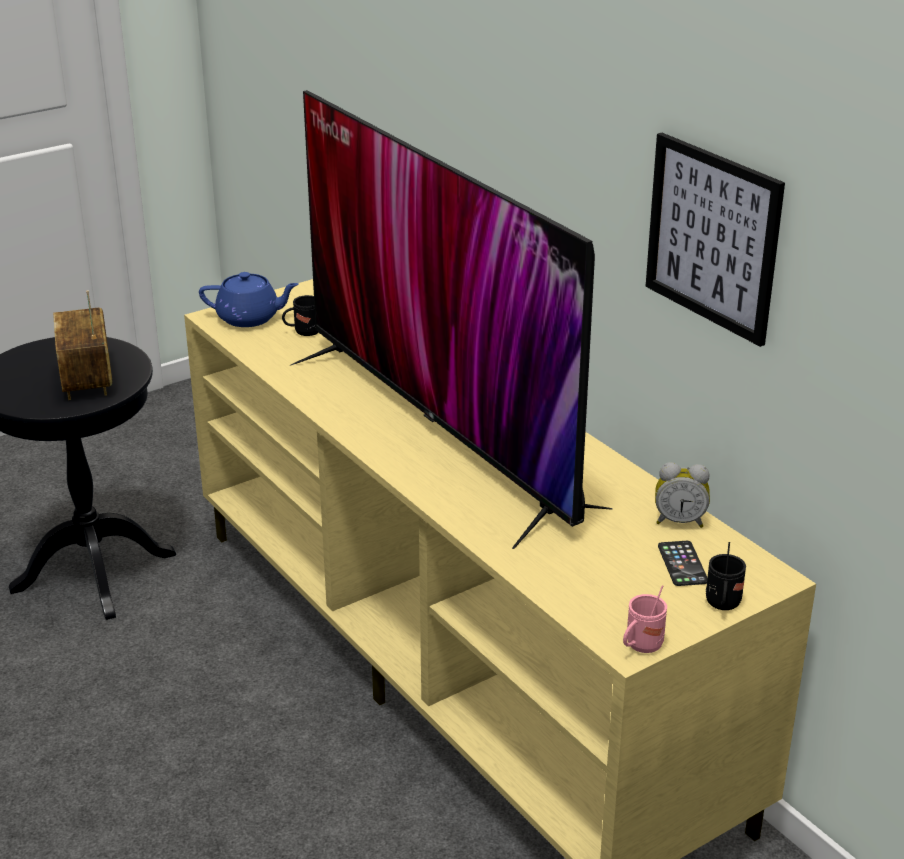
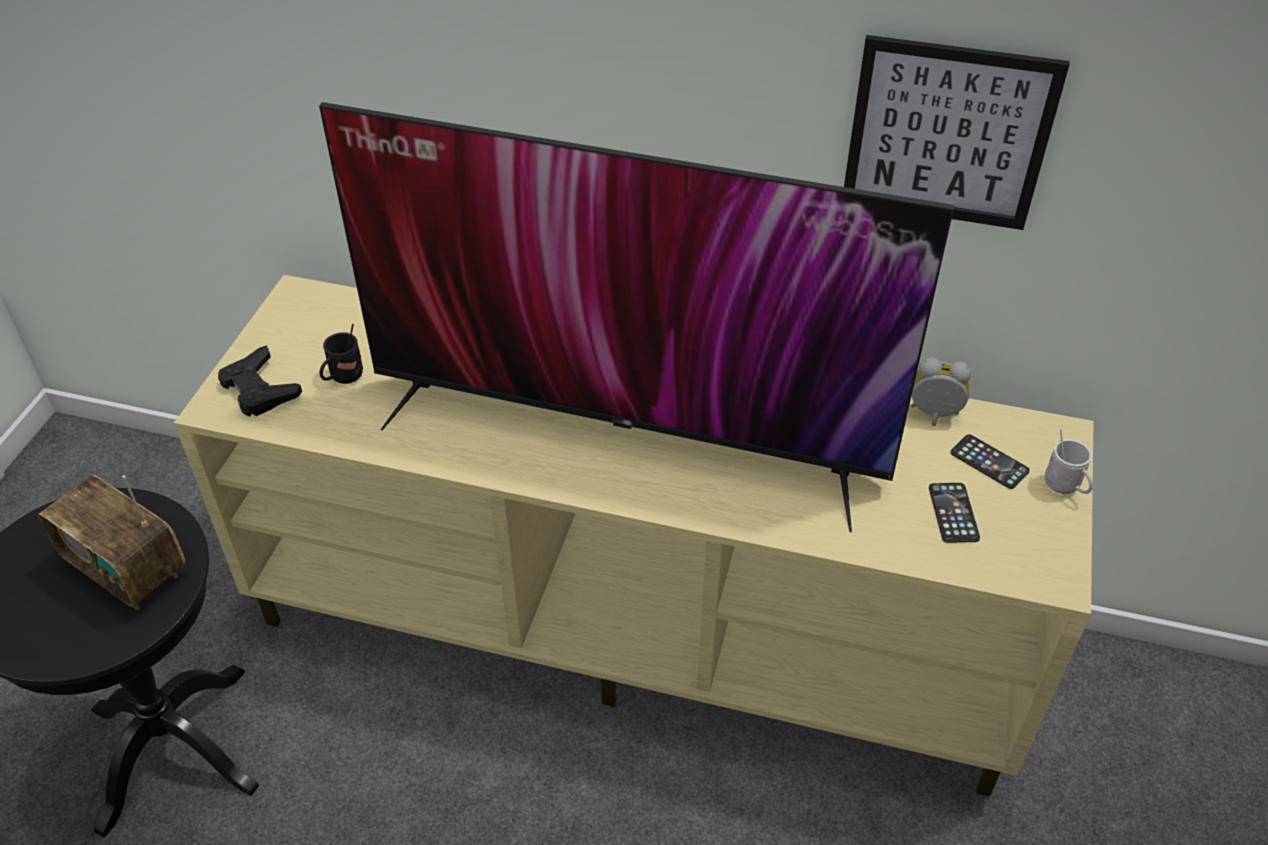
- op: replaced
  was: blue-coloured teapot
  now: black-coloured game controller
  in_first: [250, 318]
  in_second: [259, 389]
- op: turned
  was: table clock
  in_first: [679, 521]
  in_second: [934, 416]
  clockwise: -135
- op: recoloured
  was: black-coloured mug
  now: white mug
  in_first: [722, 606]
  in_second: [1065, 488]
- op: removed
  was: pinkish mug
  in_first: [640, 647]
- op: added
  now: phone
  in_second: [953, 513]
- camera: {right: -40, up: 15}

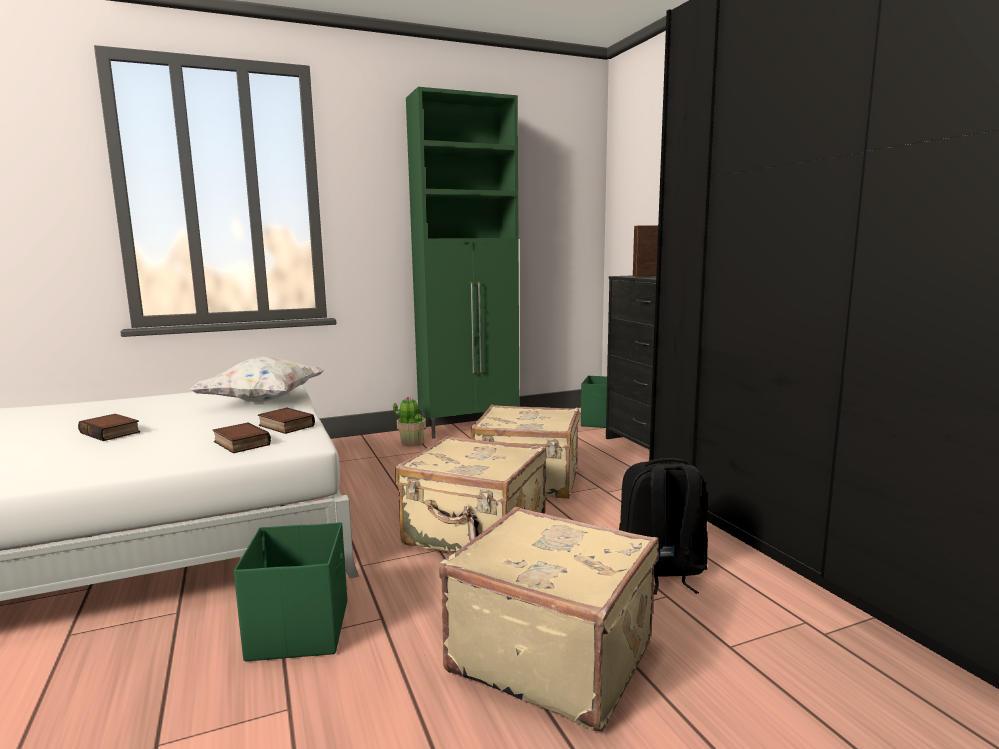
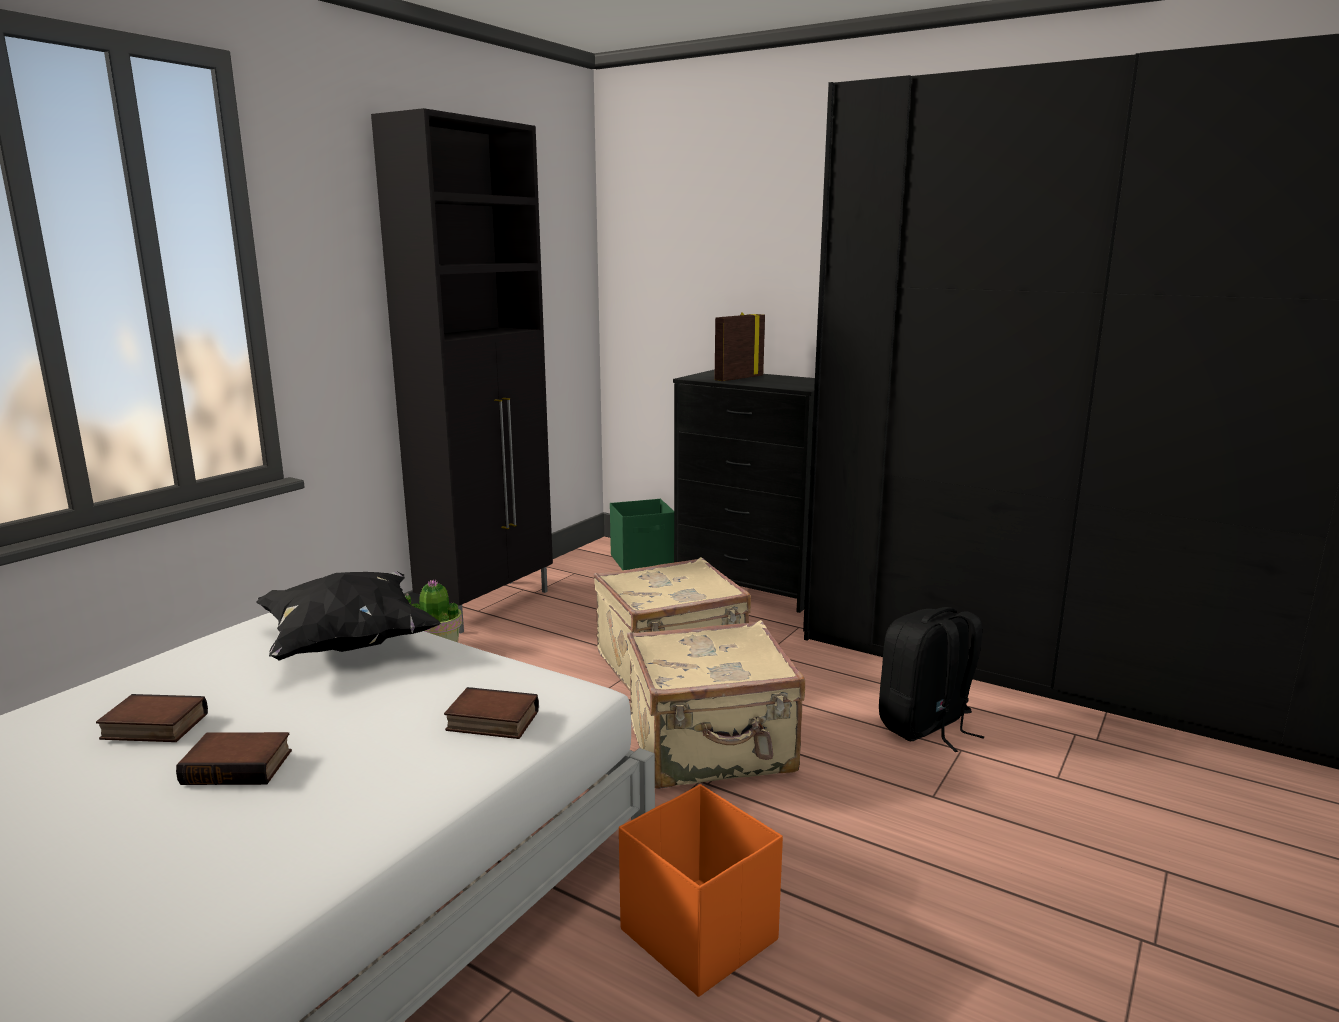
- op: recoloured
  was: greenish cabinet
  now: black-coloured cabinet
  in_first: [470, 428]
  in_second: [489, 605]
- op: recoloured
  was: white cushion
  now: black-coloured cushion
  in_first: [263, 401]
  in_second: [347, 644]
- op: moved
  was: bound book
  in_first: [284, 426]
  in_second: [152, 727]
- op: removed
  was: beige piece of luggage
  in_first: [552, 655]
- op: recoloured
  was: greenish storage box
  now: orange storage box
  in_first: [300, 629]
  in_second: [698, 934]
- camera: {right: -35, up: 5}

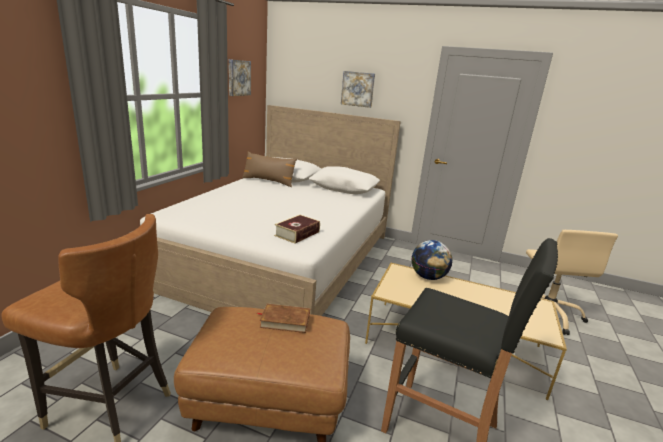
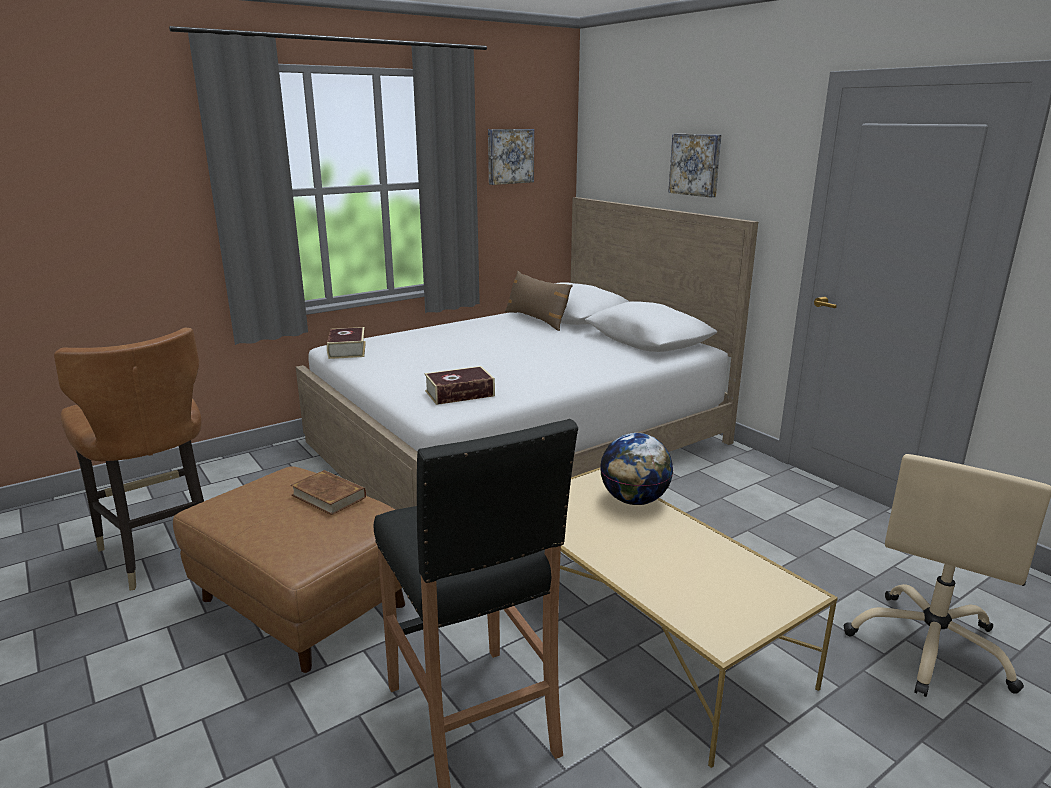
- op: added
  now: bound book
  in_second: [347, 350]
- camera: {right: 35, up: 0}

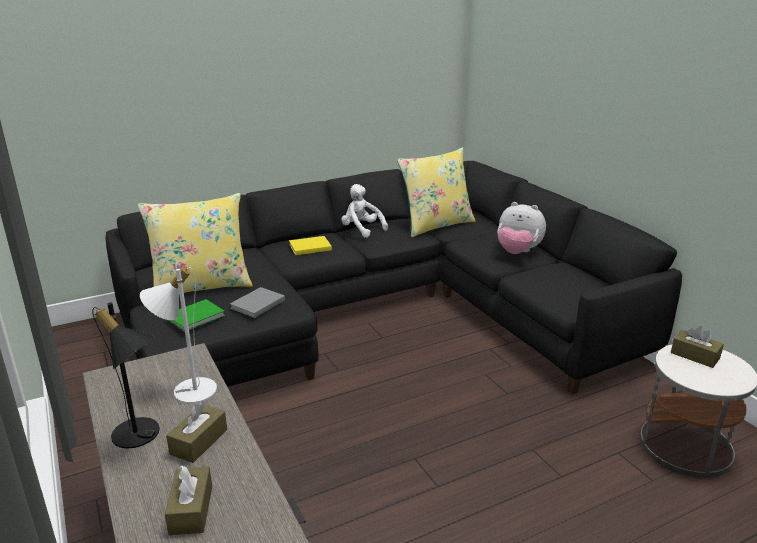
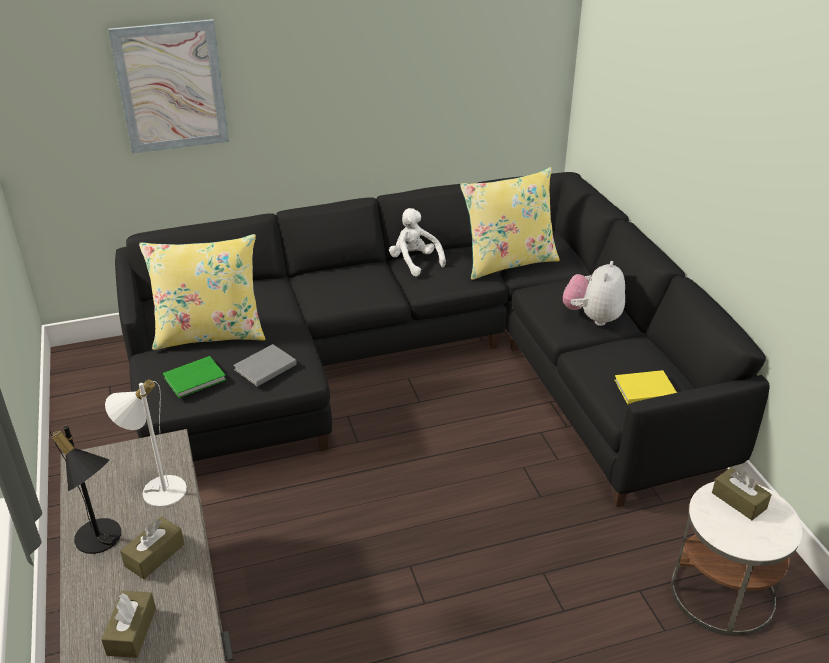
- op: turned
  was: soft toy
  in_first: [517, 252]
  in_second: [592, 317]
  clockwise: 75
- op: moved
  was: yellow-coloured bound book
  in_first: [309, 247]
  in_second: [643, 389]
- op: added
  now: wall picture
  in_second: [171, 87]
- camera: {right: 10, up: 10}

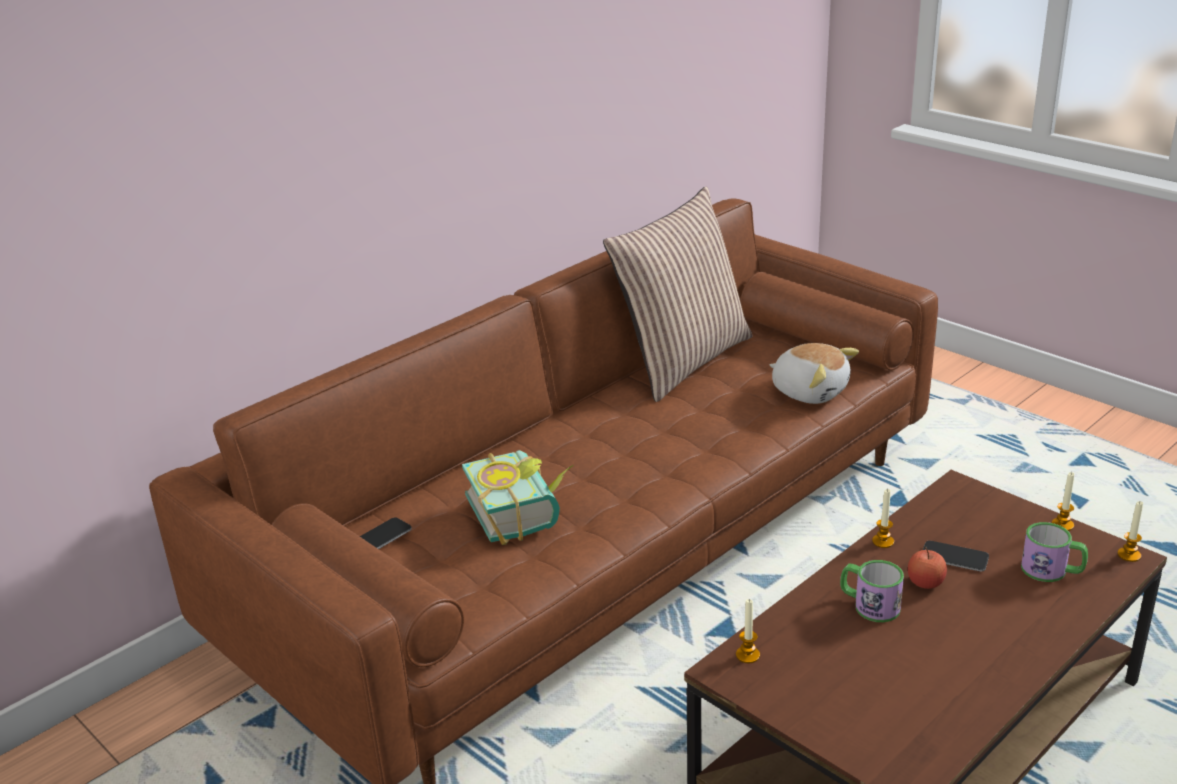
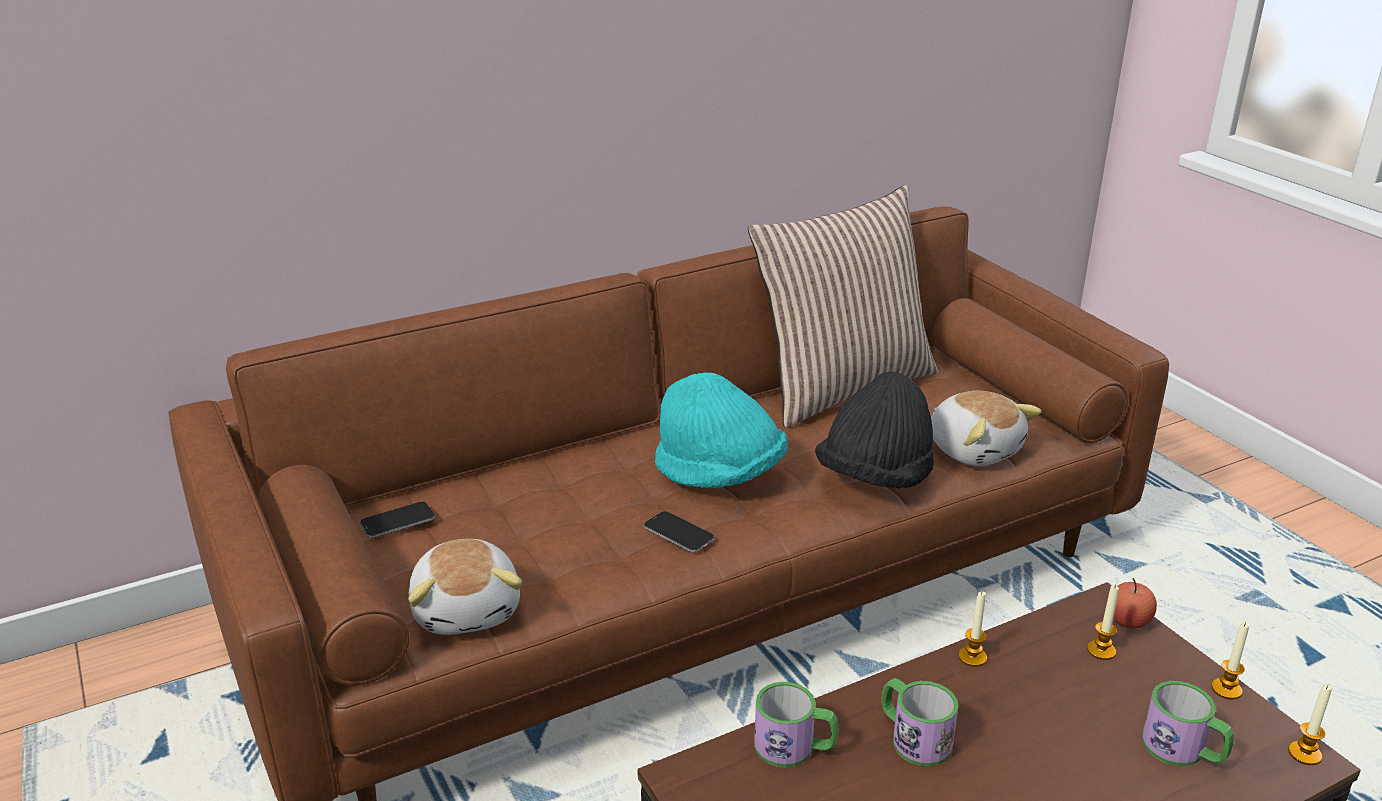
- op: removed
  was: bound book
  in_first: [522, 512]
- op: moved
  was: phone
  in_first: [954, 557]
  in_second: [678, 533]
- op: moved
  was: apple fruit
  in_first: [925, 583]
  in_second: [1128, 621]
- op: moved
  was: wax light
  in_first: [747, 655]
  in_second: [1101, 650]
- op: added
  now: blue-green hat
  in_second: [720, 474]
- op: added
  now: black-coloured hat
  in_second: [875, 477]
- op: added
  now: soft toy
  in_second: [468, 609]
- op: added
  now: mug
  in_second: [795, 747]
- camera: {right: 15, up: 0}

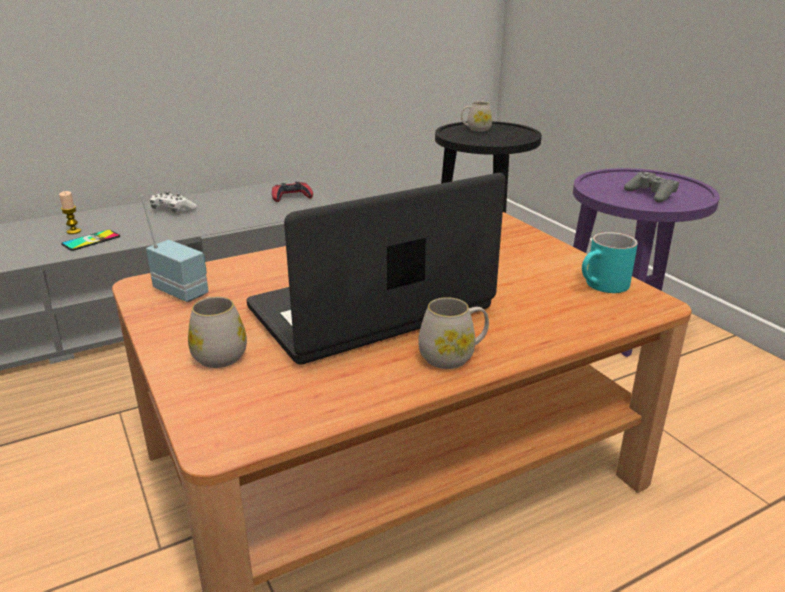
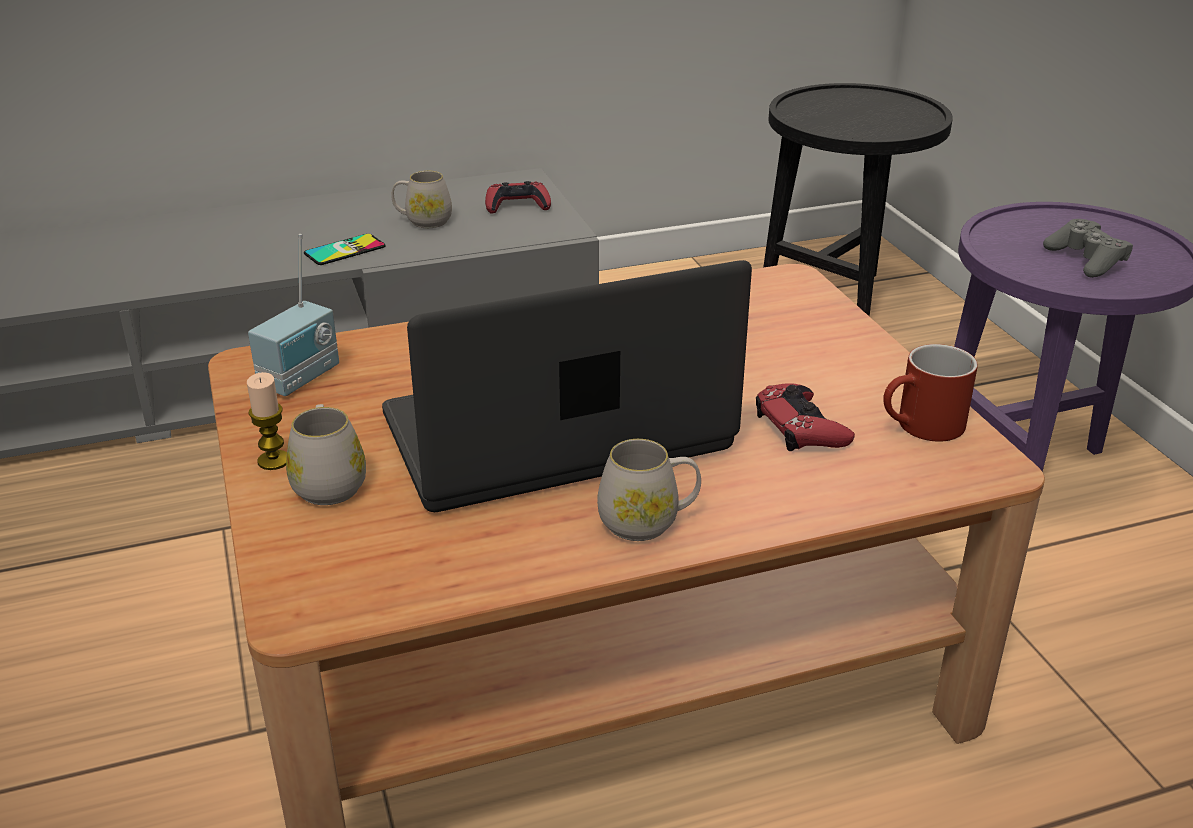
- op: moved
  was: white mug
  in_first: [475, 129]
  in_second: [423, 221]
- op: moved
  was: wax light
  in_first: [74, 231]
  in_second: [274, 461]
- op: removed
  was: white game controller
  in_first: [173, 210]
- op: turned
  was: radio set
  in_first: [182, 291]
  in_second: [302, 378]
  clockwise: 75
- op: moved
  was: phone
  in_first: [91, 240]
  in_second: [345, 250]
- op: recoloured
  was: blue-green mug
  now: reddish mug
  in_first: [602, 286]
  in_second: [921, 428]
- op: added
  now: reddish game controller
  in_second: [800, 427]
- camera: {right: 10, up: 5}

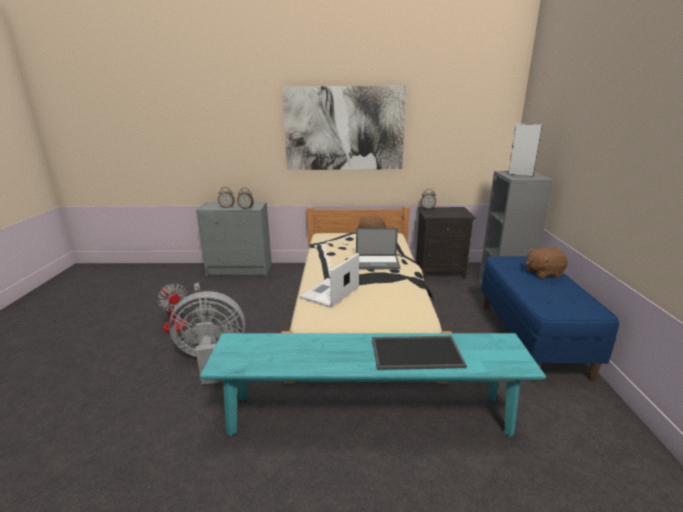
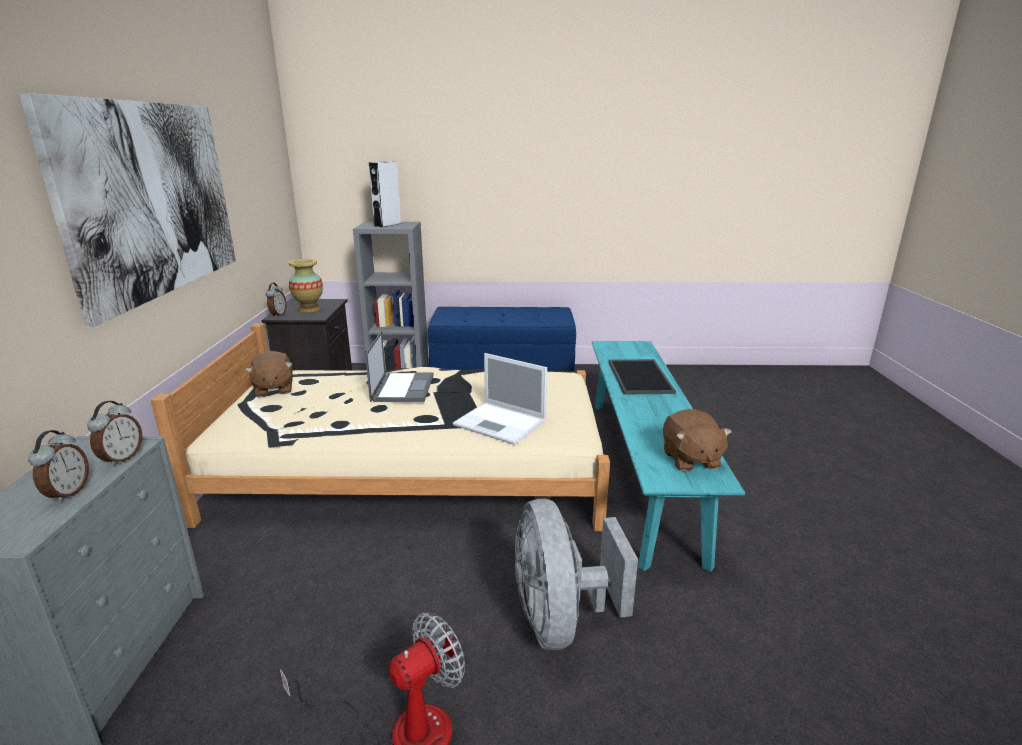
- op: moved
  was: brown soft toy
  in_first: [543, 273]
  in_second: [690, 459]
- op: added
  now: vase
  in_second: [309, 309]
- camera: {right: -90, up: 0}

